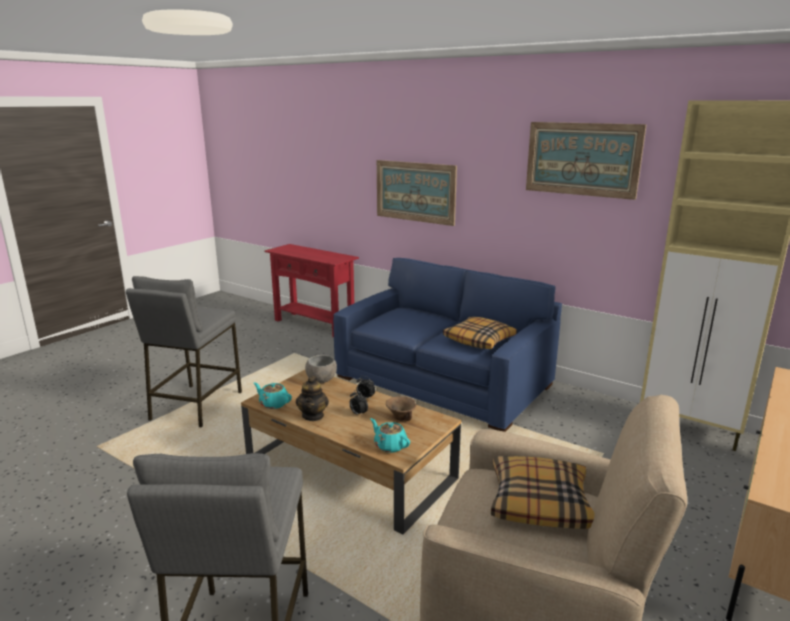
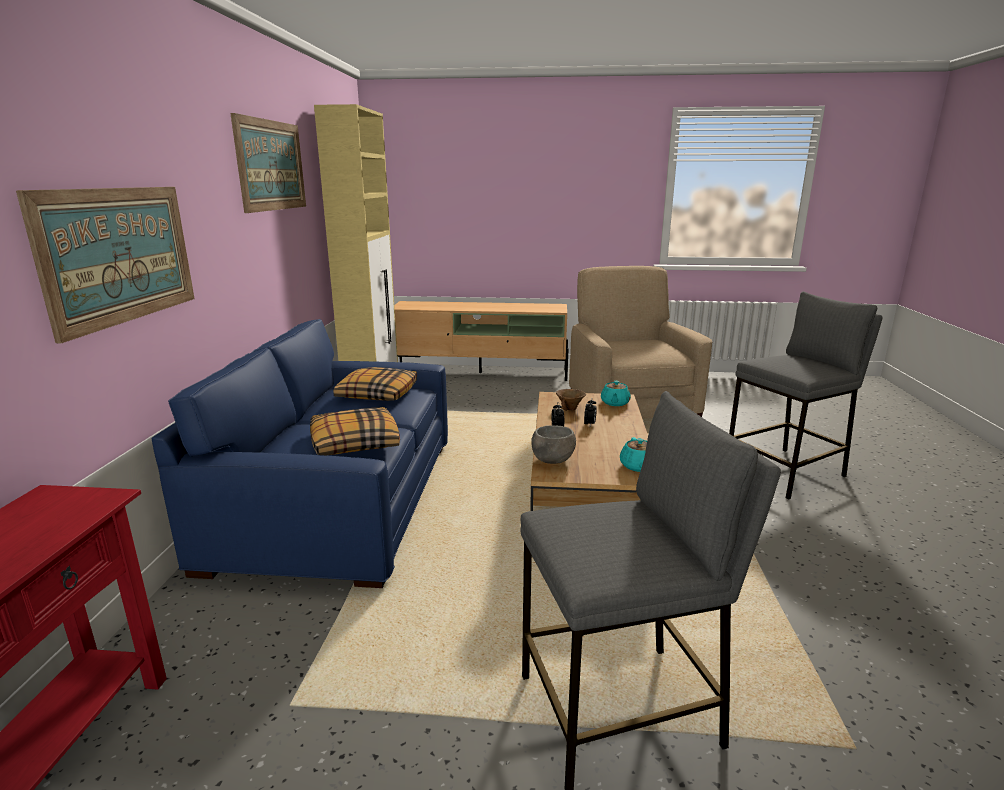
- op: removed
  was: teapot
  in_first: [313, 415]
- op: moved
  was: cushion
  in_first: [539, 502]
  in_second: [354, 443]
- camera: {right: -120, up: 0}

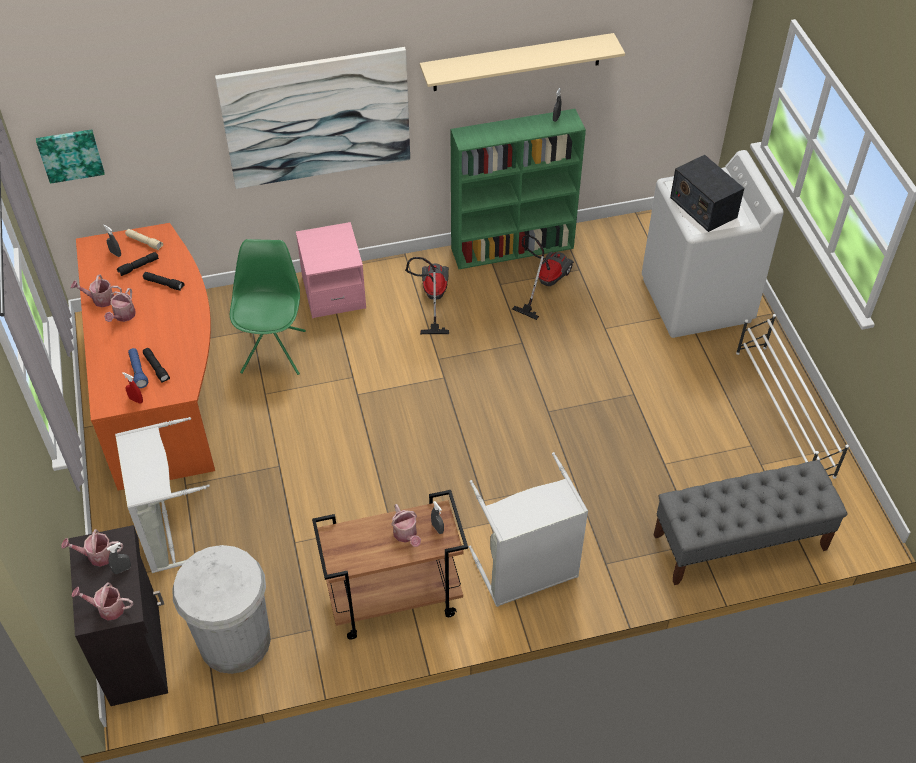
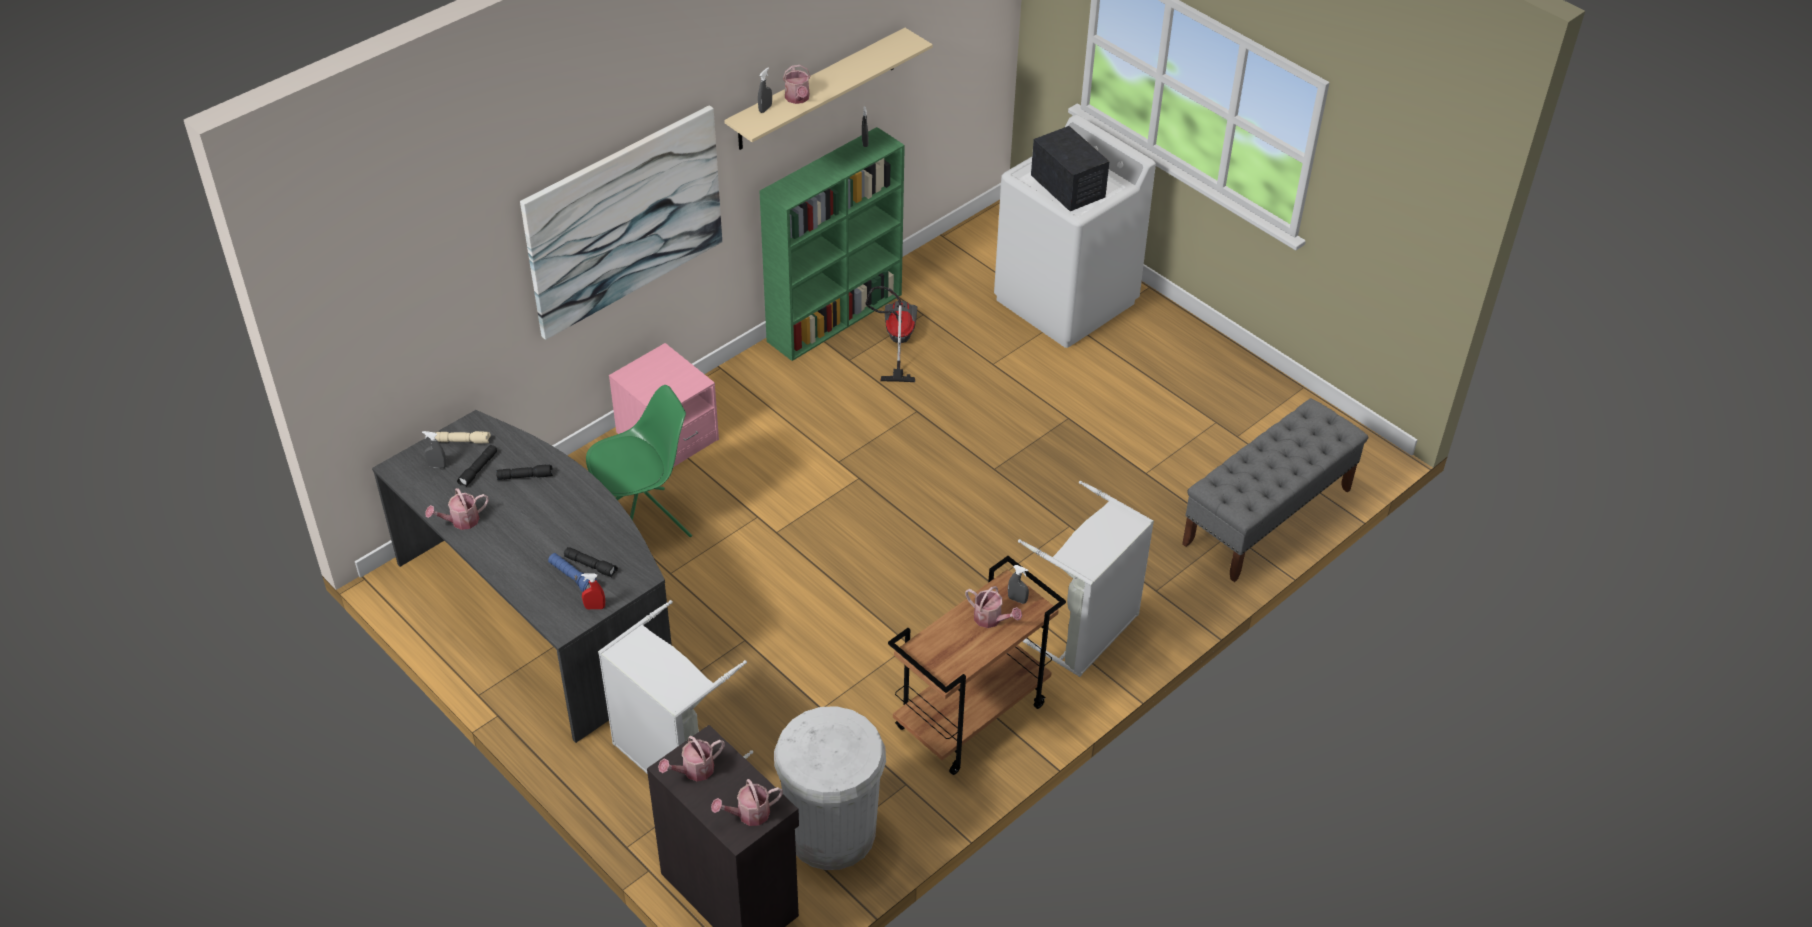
- op: removed
  was: wall picture
  in_first: [70, 154]
- op: turned
  was: radio set
  in_first: [703, 207]
  in_second: [1068, 186]
  clockwise: -150
- op: recoloured
  was: orange desk table
  now: gray desk table
  in_first: [162, 386]
  in_second: [540, 613]
- op: turned
  was: greenish chair
  in_first: [274, 350]
  in_second: [645, 524]
  clockwise: 90
- op: removed
  was: vacuum cleaner
  in_first: [431, 298]
- op: moved
  was: sprinkling can
  in_first: [123, 316]
  in_second: [798, 99]
- op: removed
  was: white shoe shelf
  in_first: [784, 413]
- op: moved
  was: gray spray bottle
  in_first: [122, 569]
  in_second: [765, 109]
- camera: {right: -30, up: -5}

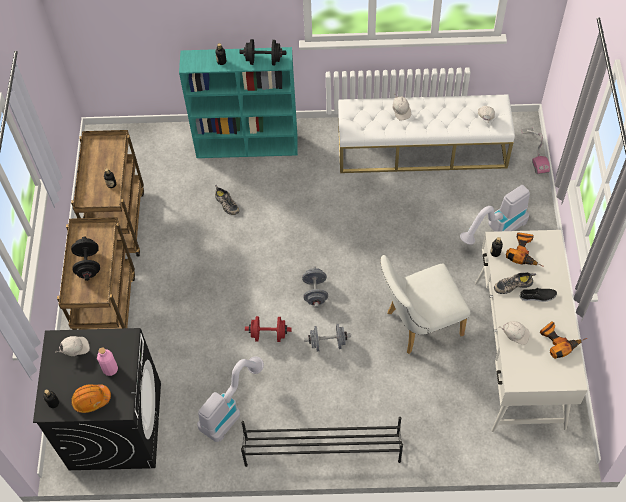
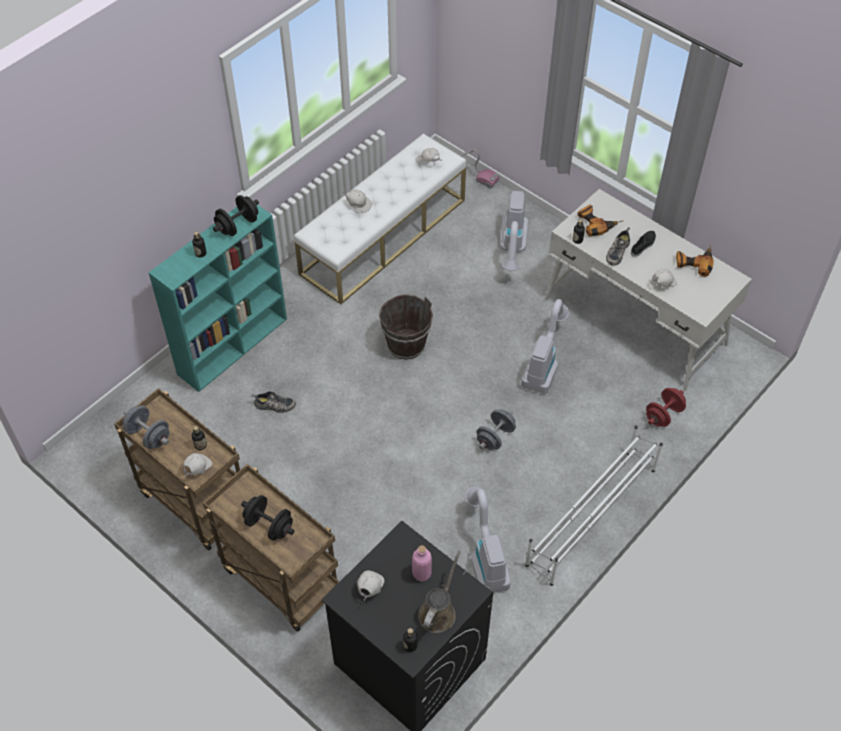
- op: replaced
  was: white chair
  now: vacuum cleaner
  in_first: [418, 325]
  in_second: [543, 364]
- op: moved
  was: gray free weight
  in_first: [315, 292]
  in_second: [149, 435]
- op: moved
  was: reddish free weight
  in_first: [268, 334]
  in_second: [663, 415]
- op: replaced
  was: orange work helmet
  now: brown sprinkling can
  in_first: [91, 400]
  in_second: [438, 611]
- op: recoloured
  was: black-coloured shoe shelf
  now: white shoe shelf
  in_first: [321, 449]
  in_second: [590, 517]
- op: added
  now: brown bucket
  in_second: [406, 344]
- op: added
  now: white cap
  in_second: [197, 468]
- camera: {right: -50, up: -5}

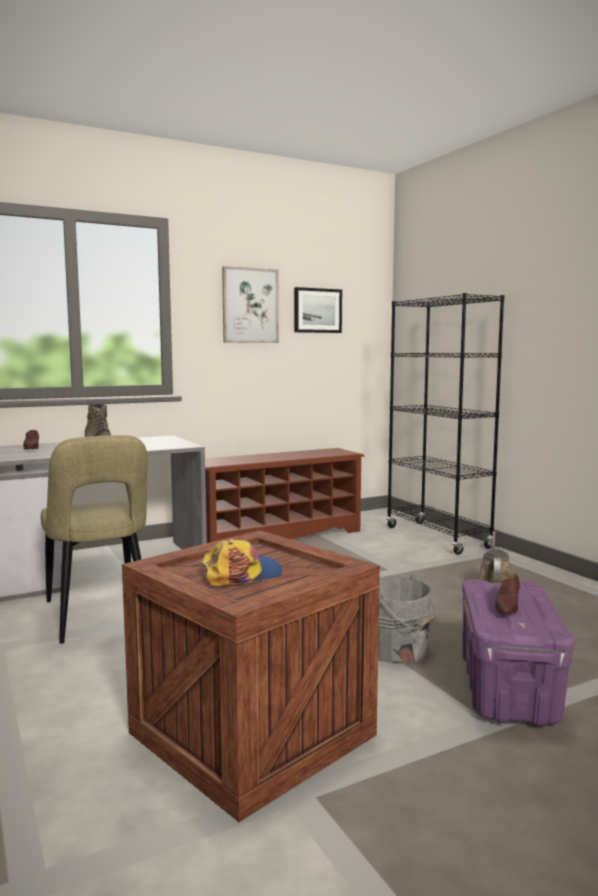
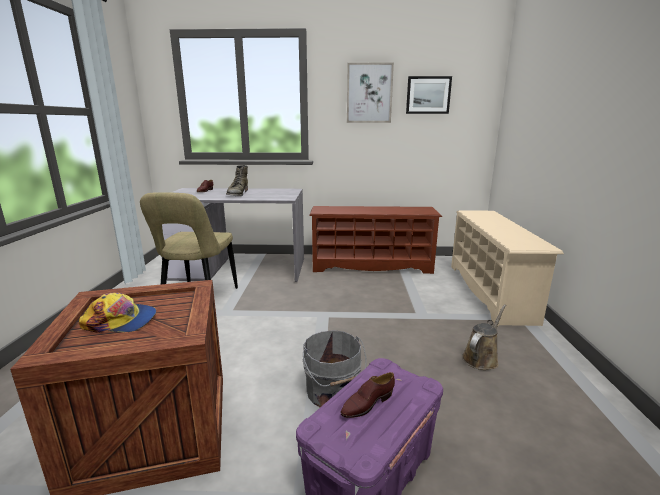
- op: replaced
  was: black-coloured bookshelf
  now: beige shoe shelf
  in_first: [437, 537]
  in_second: [491, 292]
- camera: {right: 30, up: 10}

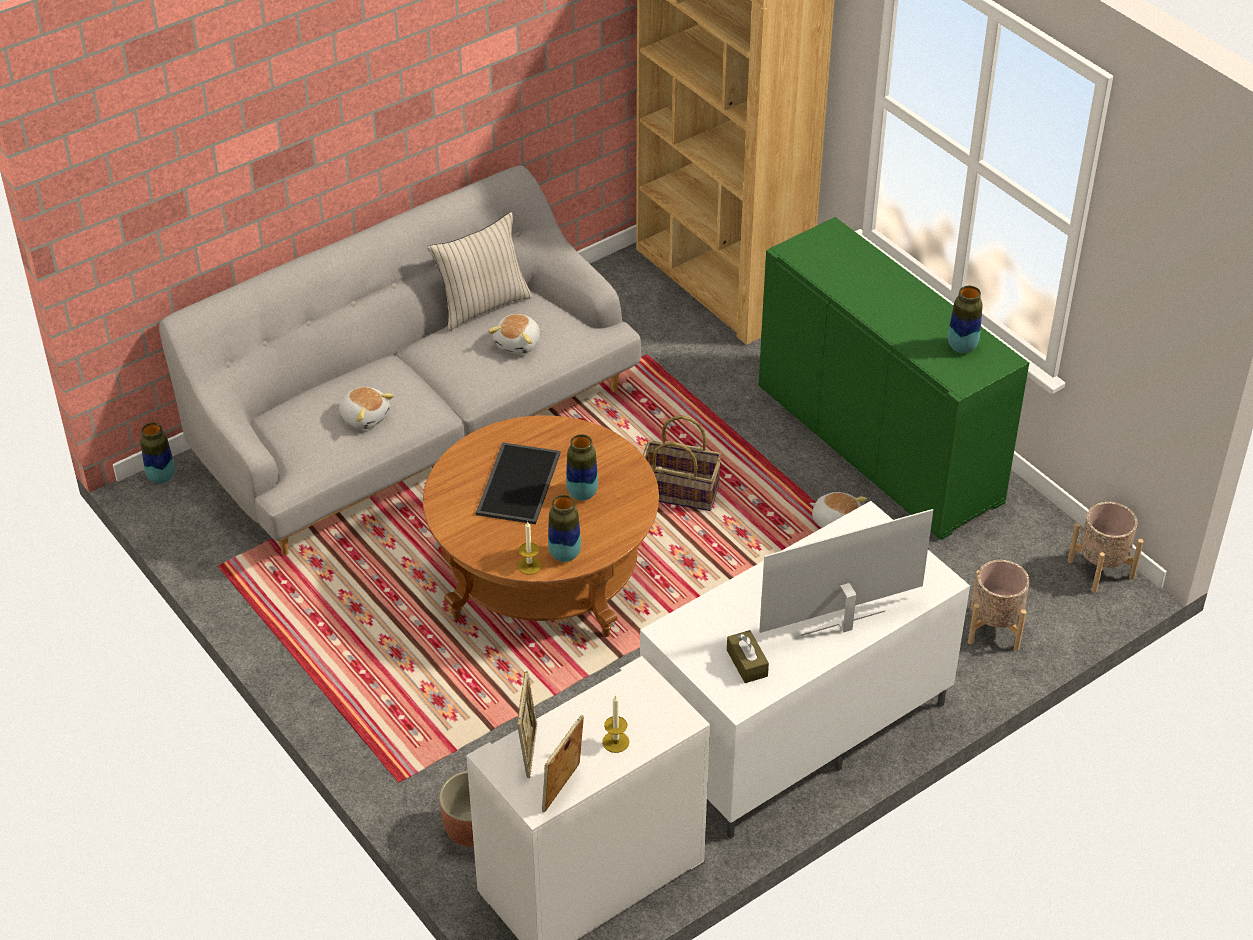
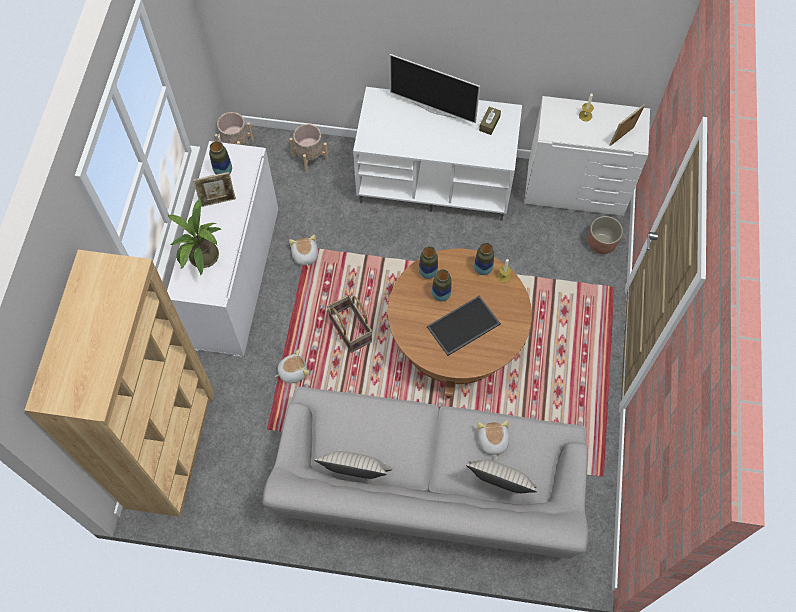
- op: recoloured
  was: greenish cabinet
  now: white cabinet
  in_first: [878, 444]
  in_second: [235, 277]
- op: moved
  was: soft toy
  in_first: [518, 343]
  in_second: [292, 371]
- op: moved
  was: vase
  in_first: [161, 477]
  in_second: [428, 272]
- op: moved
  was: standing frame
  in_first: [563, 789]
  in_second: [218, 201]
- op: added
  now: plant in a pot
  in_second: [201, 259]
- op: added
  now: beige cushion
  in_second: [499, 484]
- camera: {right: -135, up: 20}

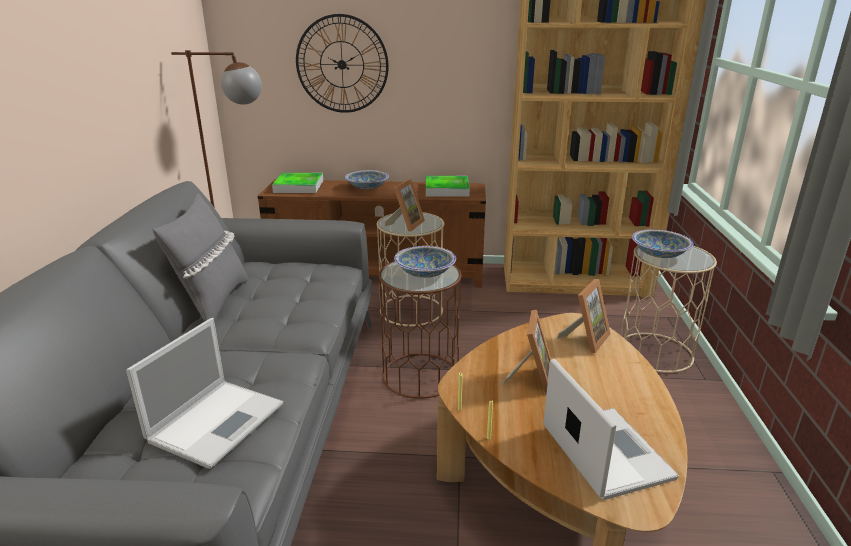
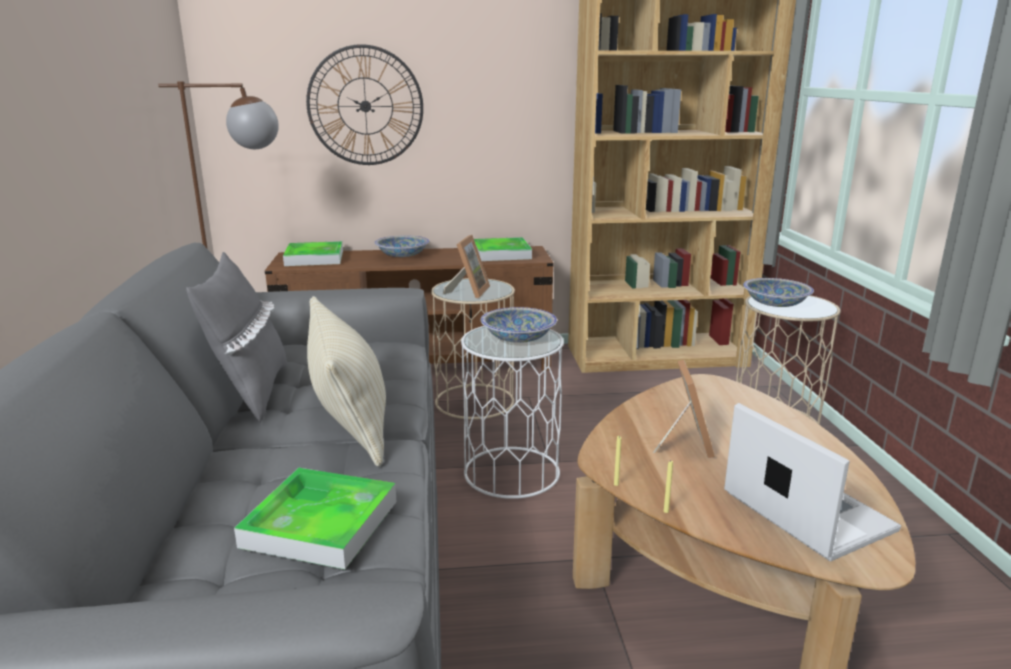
- op: recoloured
  was: brown end table
  now: white end table
  in_first: [420, 375]
  in_second: [512, 472]
- op: removed
  was: standing frame
  in_first: [585, 339]
- op: replaced
  was: notebook computer
  now: carrying tray
  in_first: [218, 421]
  in_second: [320, 523]
- op: added
  now: beige cushion
  in_second: [349, 420]
- camera: {right: -10, up: -5}

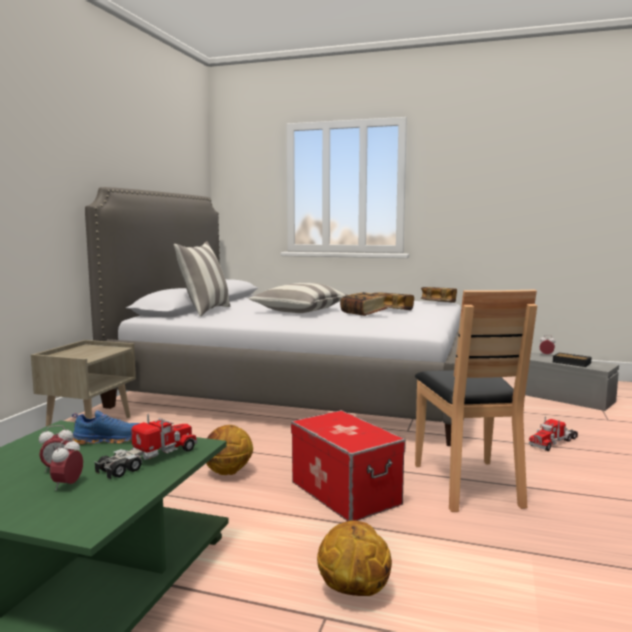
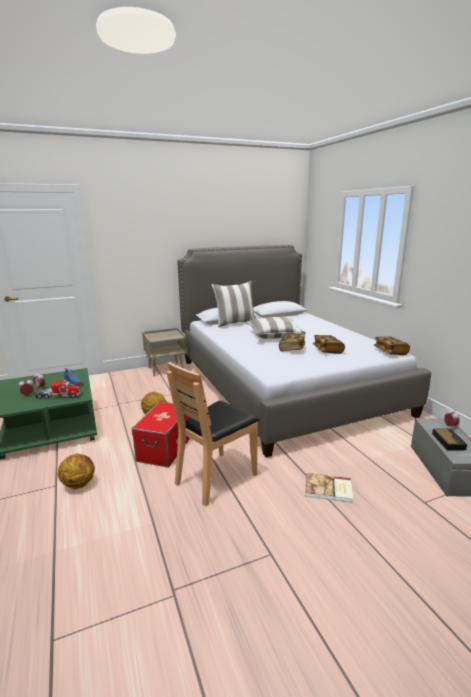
- op: replaced
  was: toy truck
  now: bound book
  in_first: [553, 442]
  in_second: [328, 489]
- camera: {right: 50, up: 10}

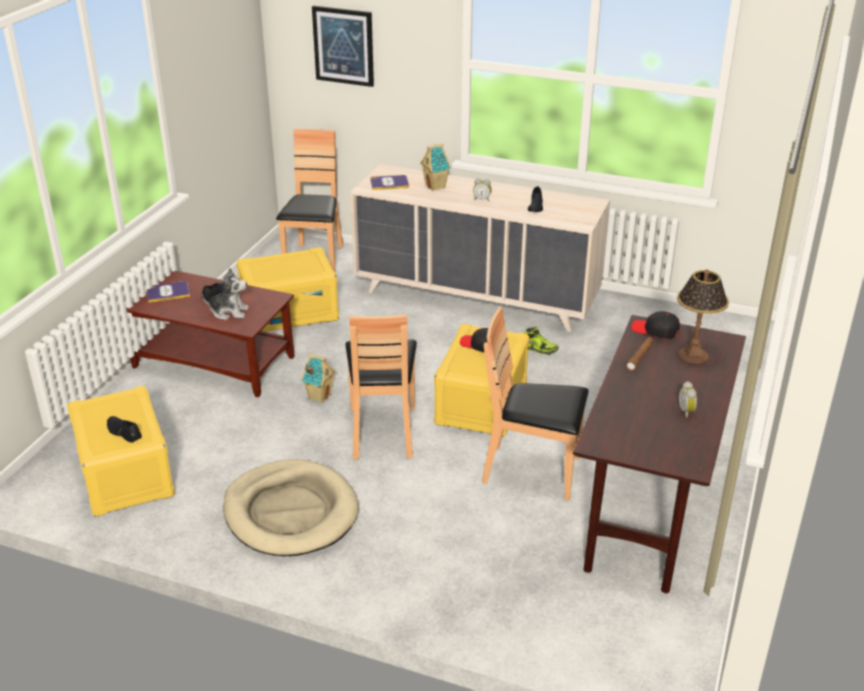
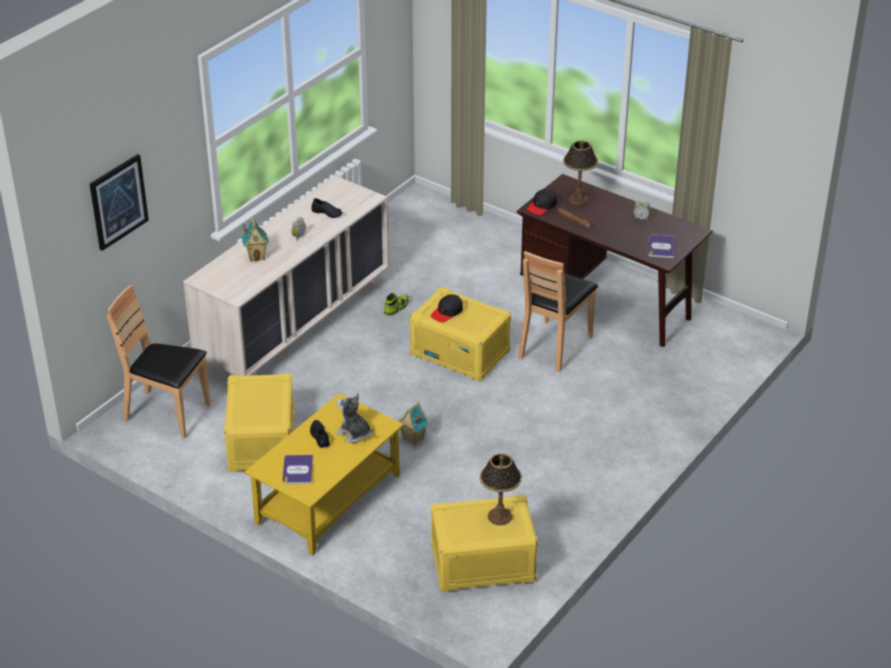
- op: moved
  was: bound book
  in_first: [389, 183]
  in_second: [661, 247]
- op: turned
  was: soft toy
  in_first: [229, 312]
  in_second: [354, 433]
  clockwise: -75
- op: recoloured
  was: brown coffee table
  now: yellow-coloured coffee table
  in_first: [212, 362]
  in_second: [328, 500]
- op: removed
  was: brown chair
  in_first: [383, 431]
- op: replaced
  was: black-coloured shoe
  now: tabletop lamp
  in_first: [124, 432]
  in_second: [499, 516]
- op: removed
  was: beige pet bed
  in_first: [291, 512]
- camera: {right: -75, up: 5}

